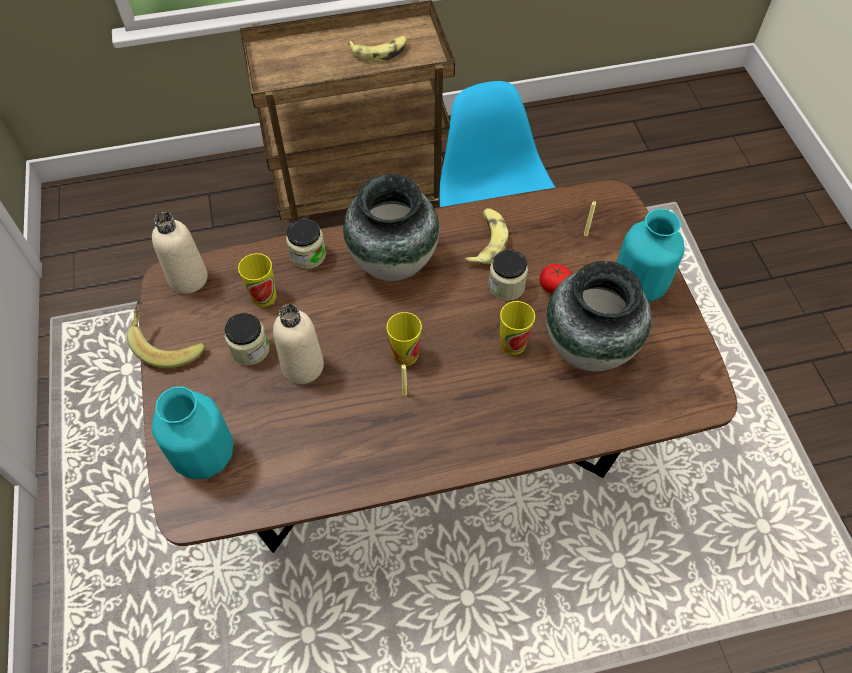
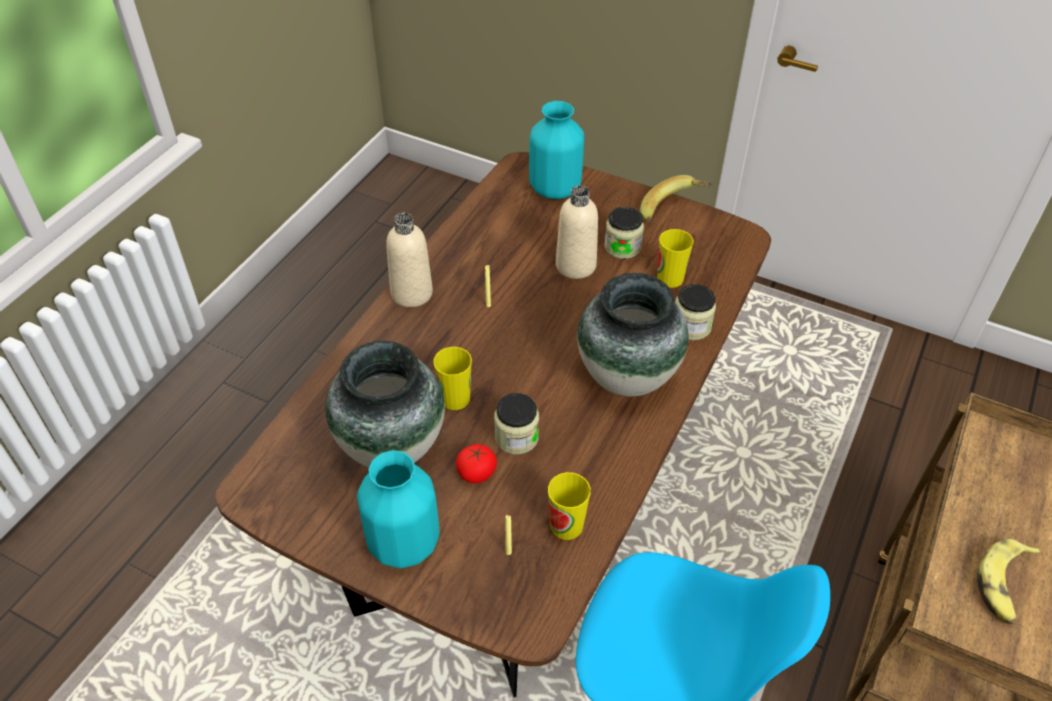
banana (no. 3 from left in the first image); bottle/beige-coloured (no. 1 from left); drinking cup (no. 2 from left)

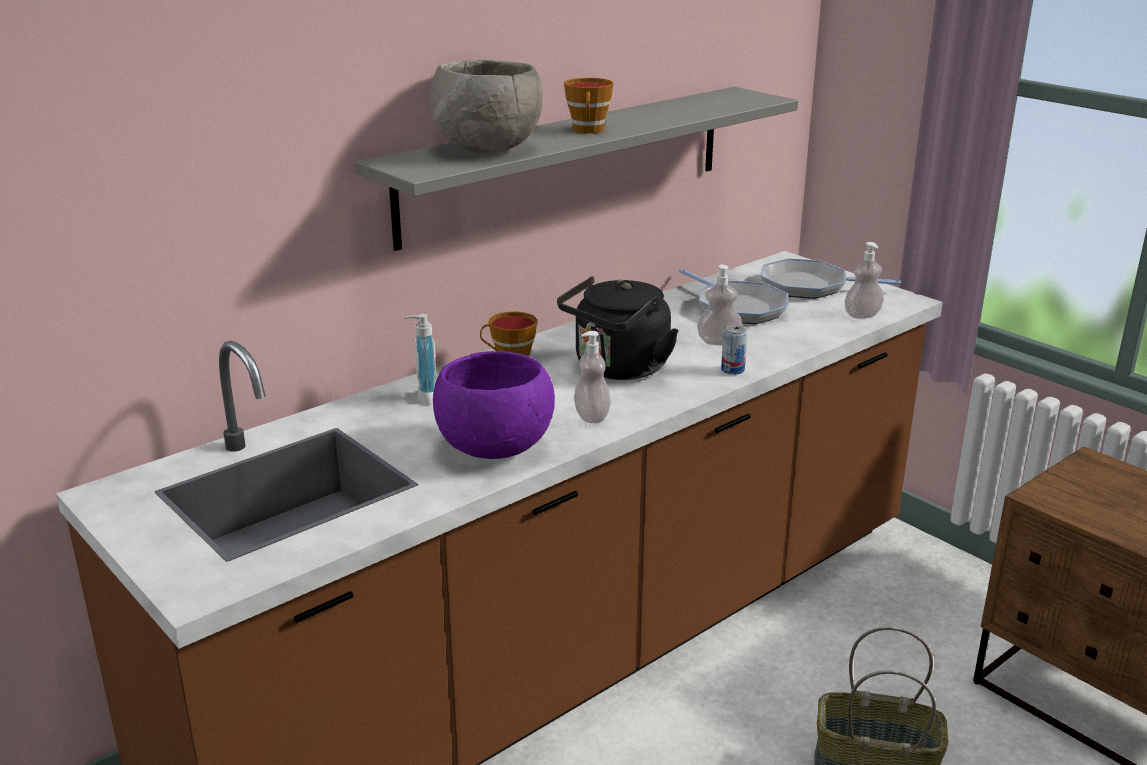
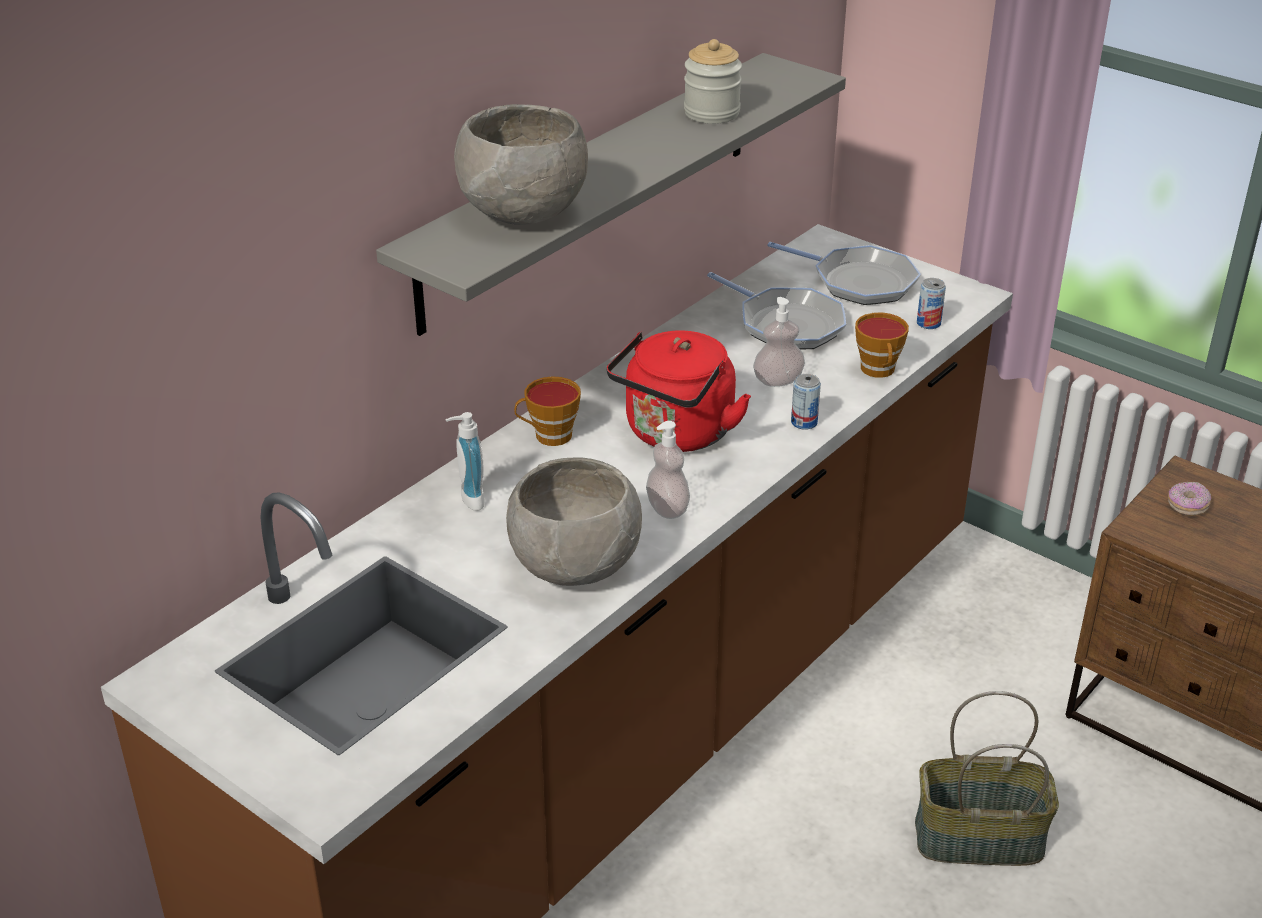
storage jar; ring doughnut; drinking cup (no. 2 from left); metal can (no. 2 from left); serving bowl/greyish (no. 2 from left); kettle/reddish; pan (no. 2 from left)

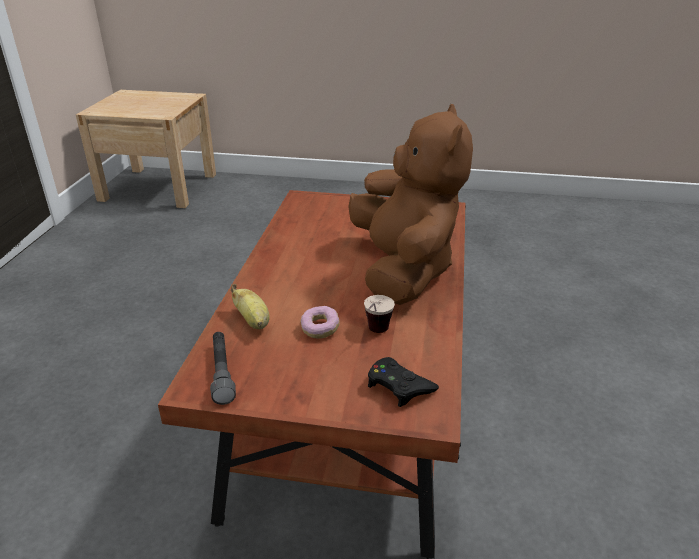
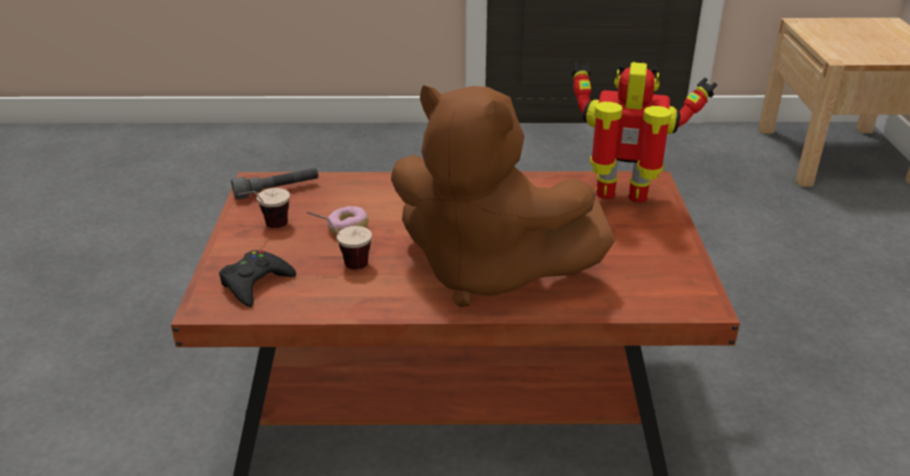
banana; drinking cup (no. 1 from left); toy robot; cuddly toy/brown-coloured

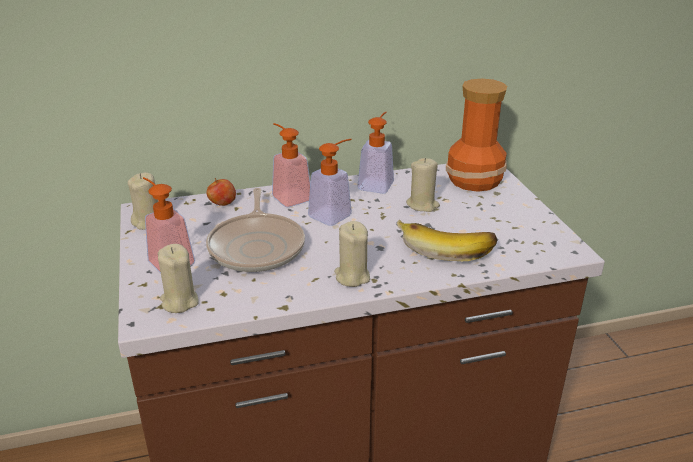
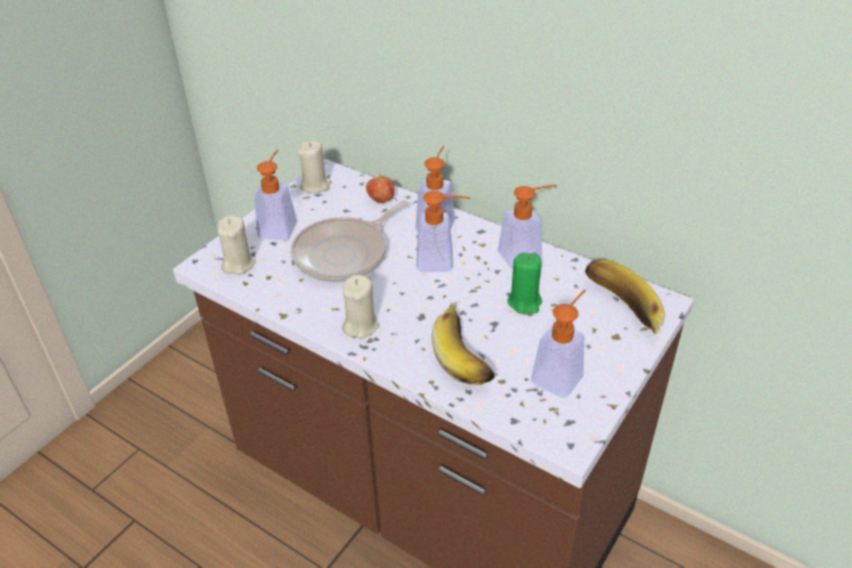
soap bottle (no. 5 from left); banana (no. 2 from left); wax light/greenish

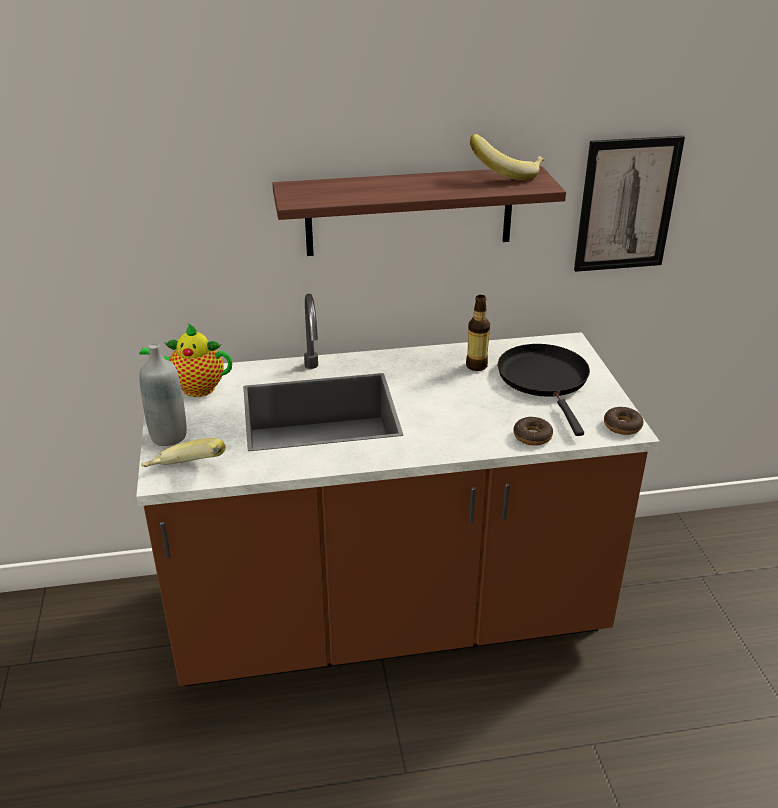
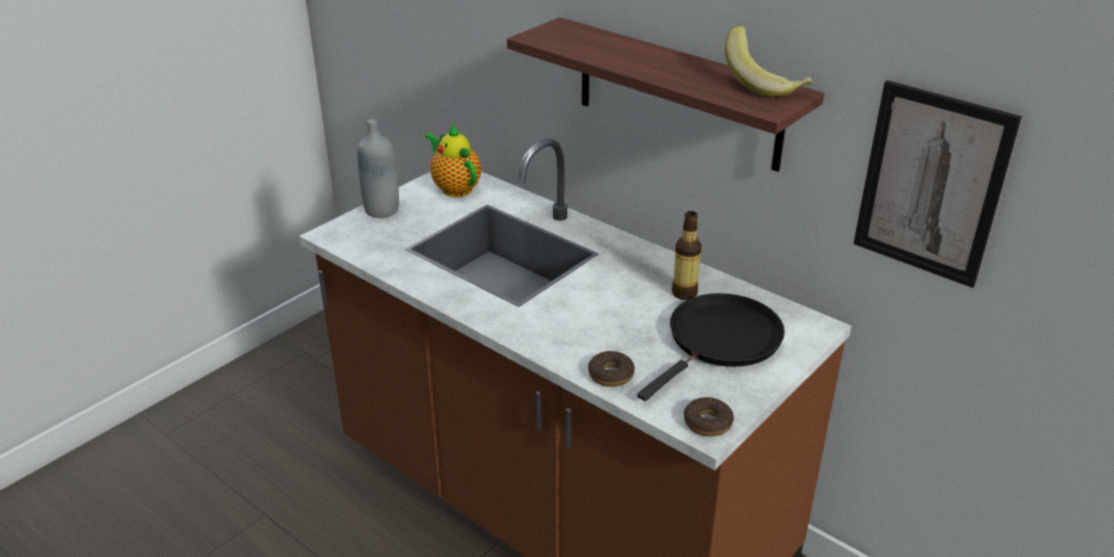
banana (no. 1 from left in the first image)

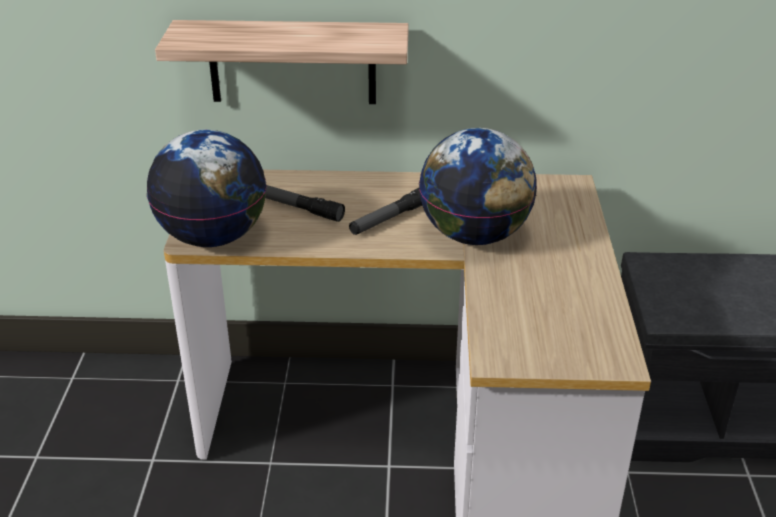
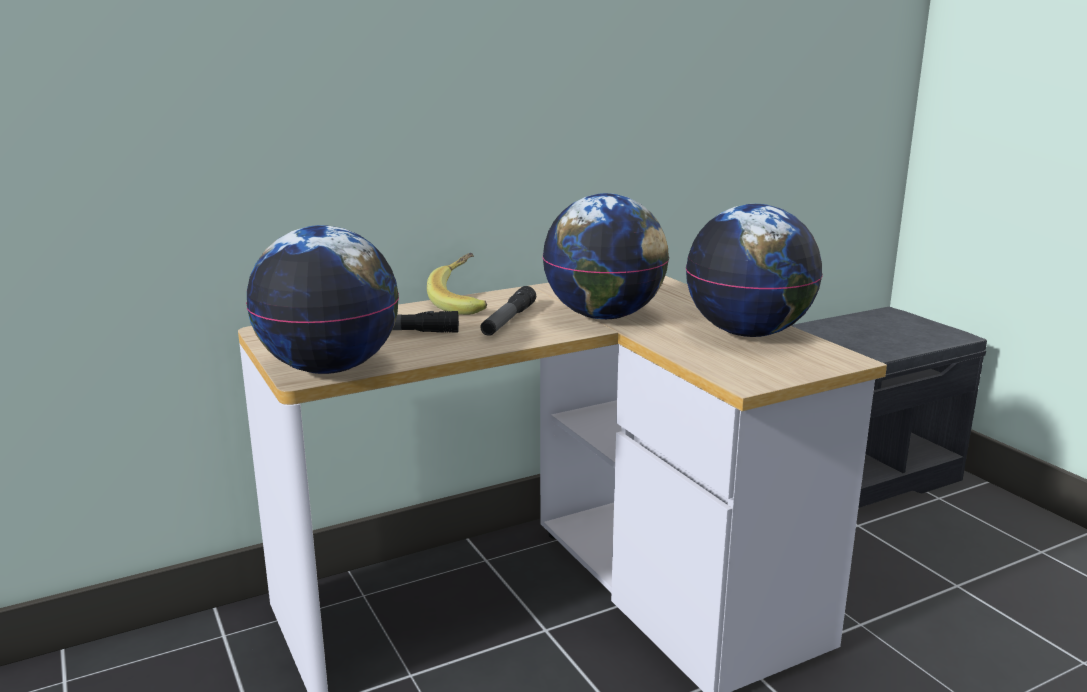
wall shelf; banana; world globe (no. 3 from left)

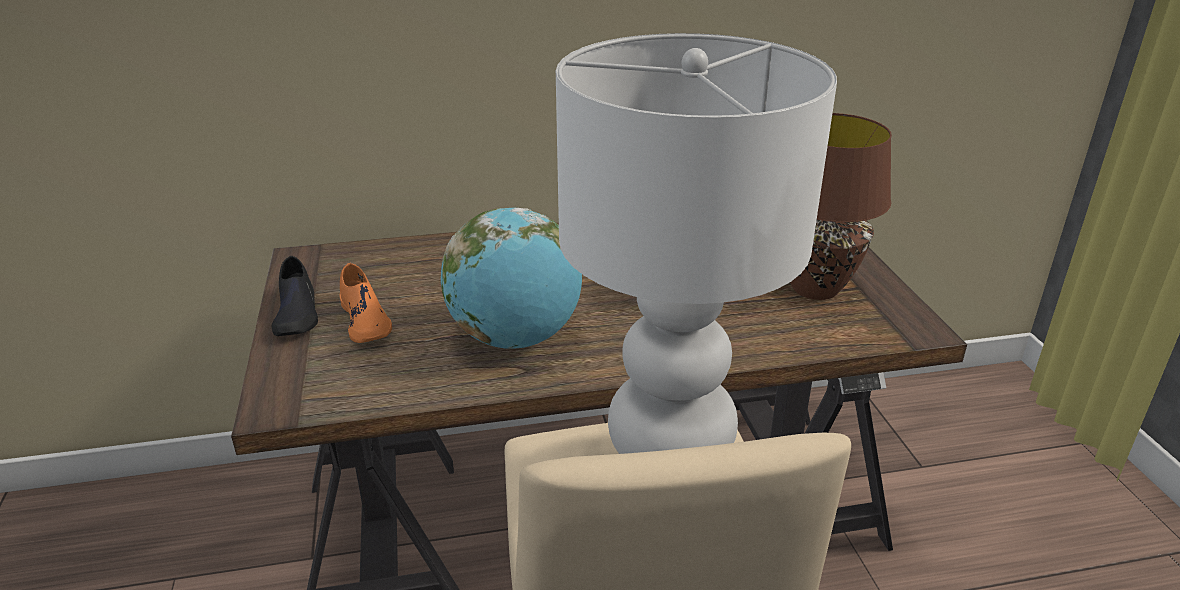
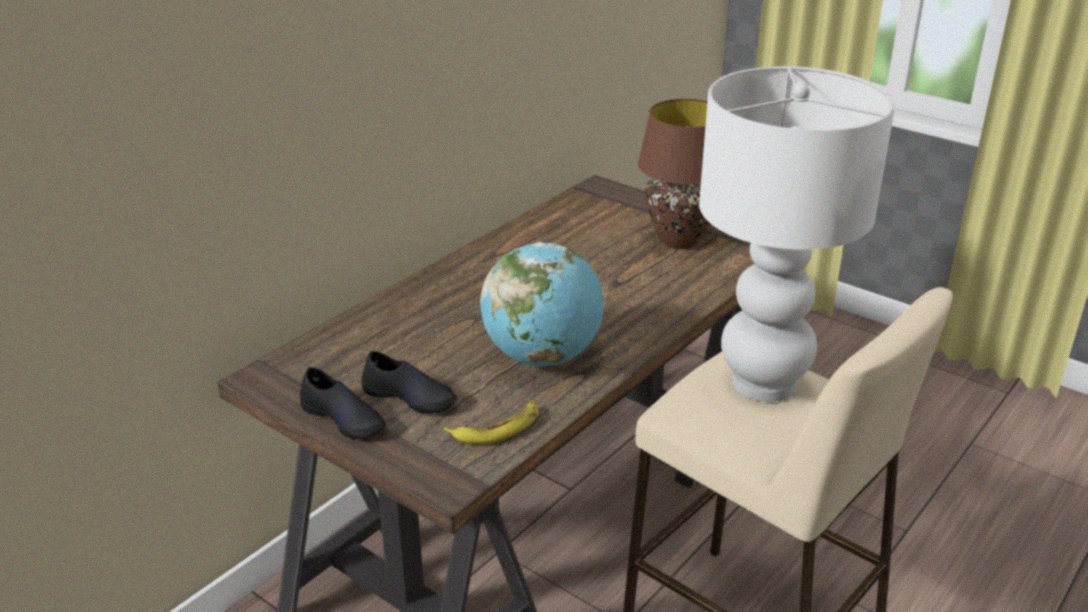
banana; low shoe/black (no. 2 from left)

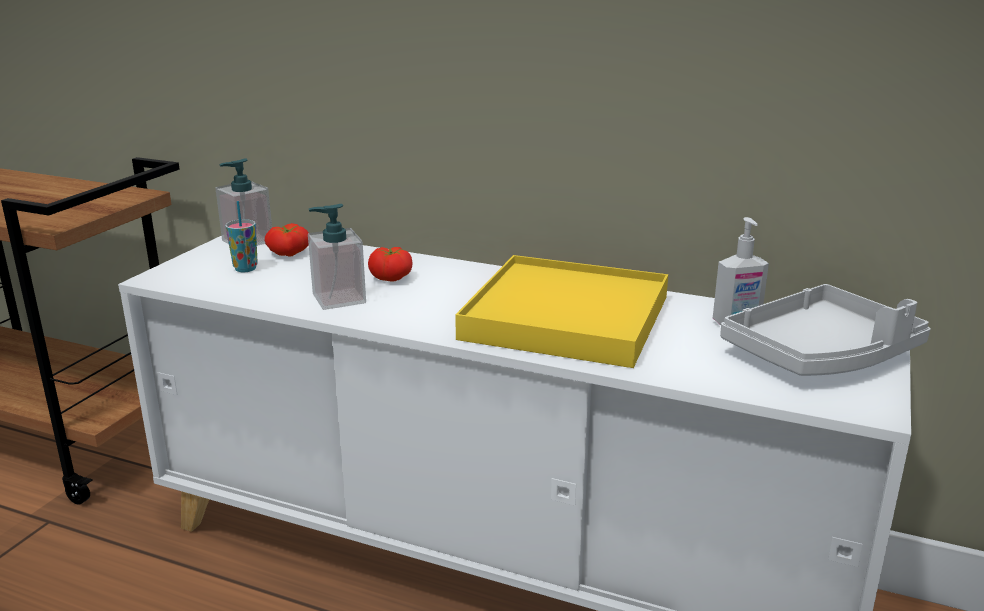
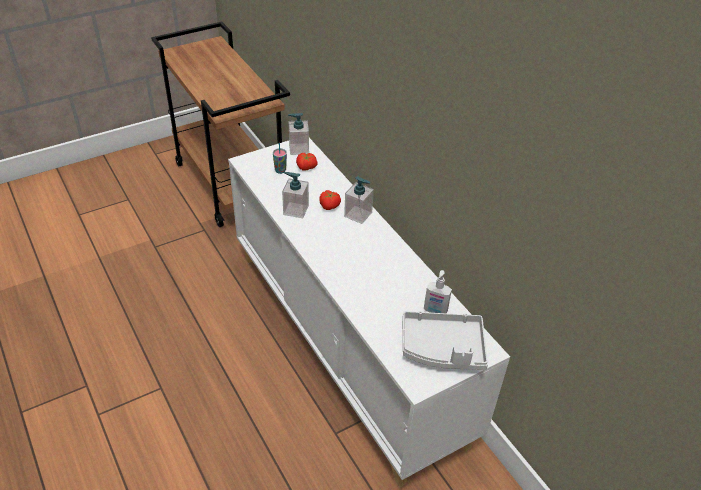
carrying tray/yellow; soap bottle (no. 3 from left)

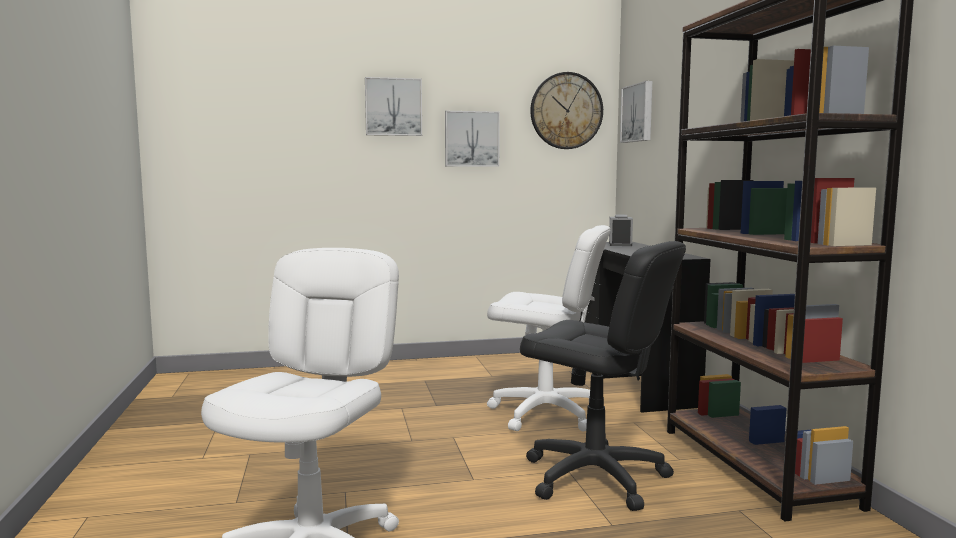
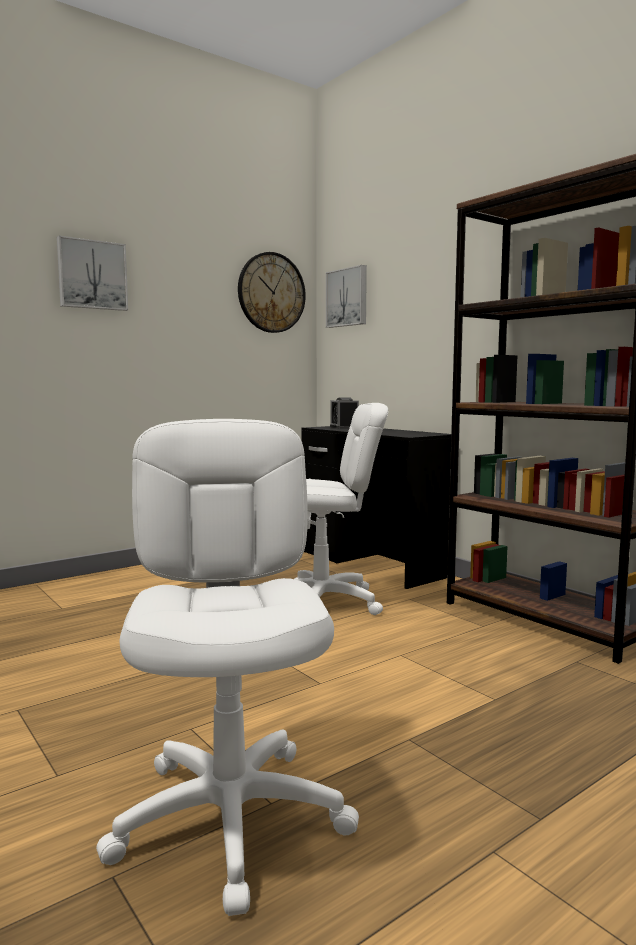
wall art (no. 2 from left in the first image); computer chair/black

